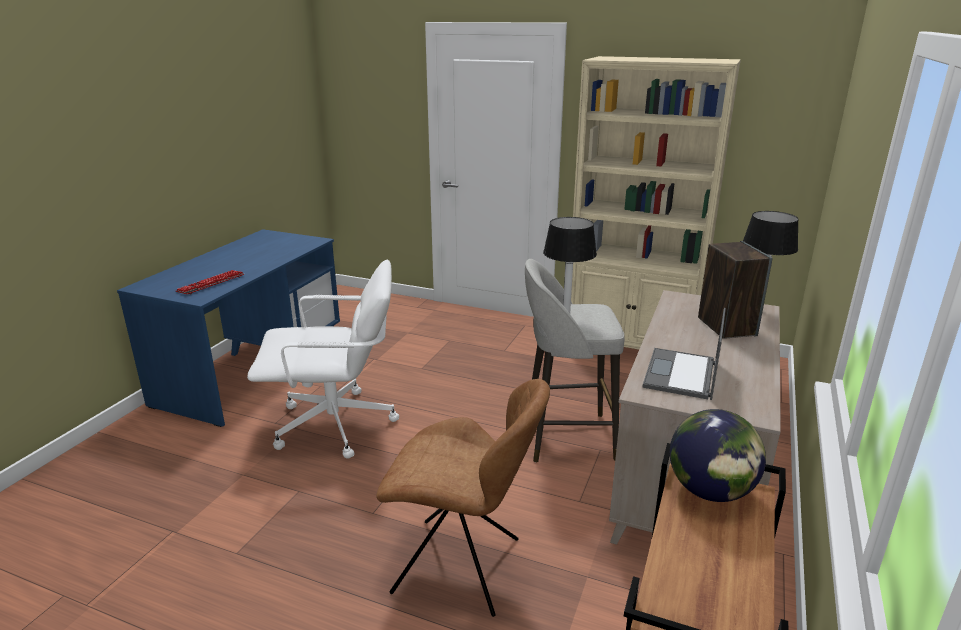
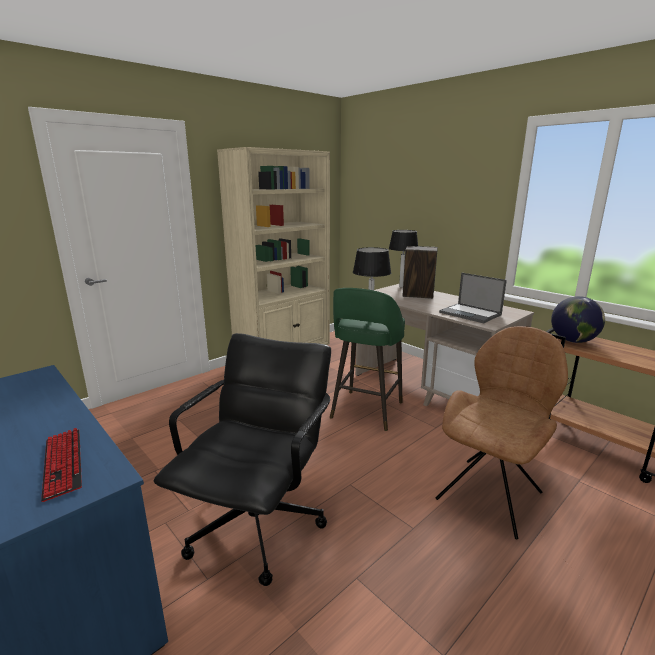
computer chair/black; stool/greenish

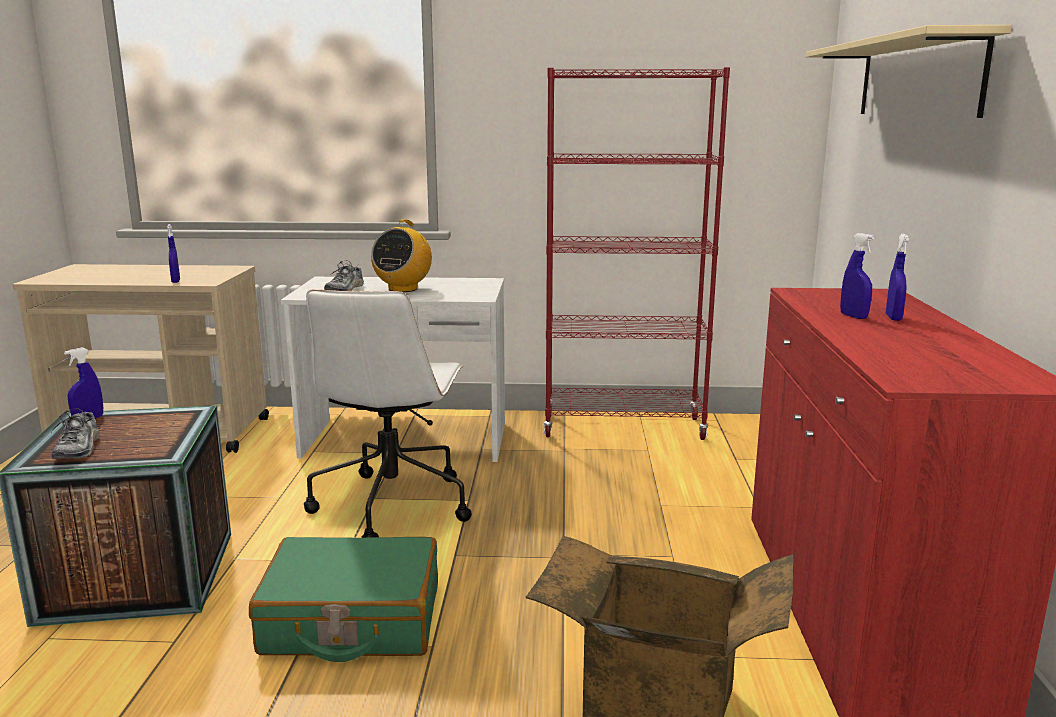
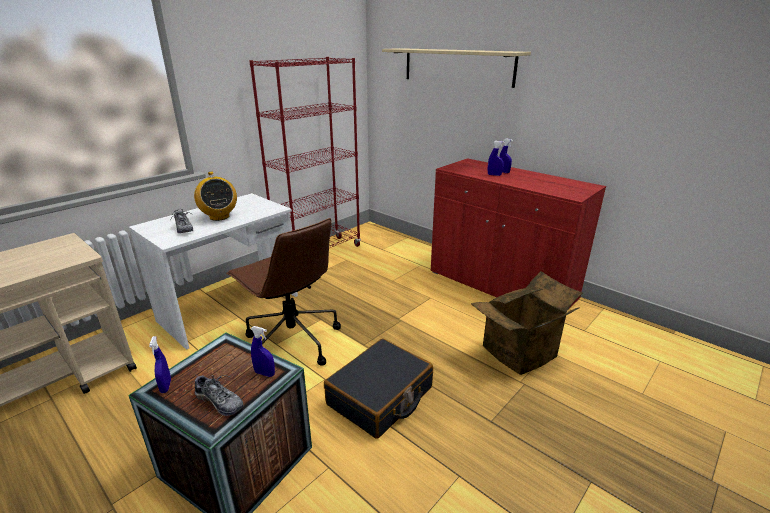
hand sprayer/blue-coloured (no. 2 from left); suitcase/black; computer chair/brown-coloured

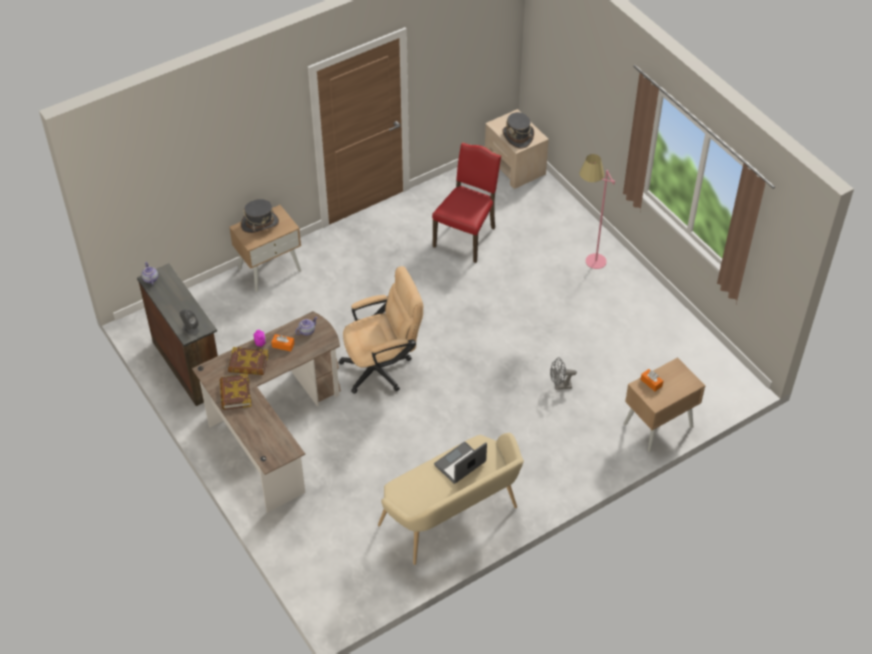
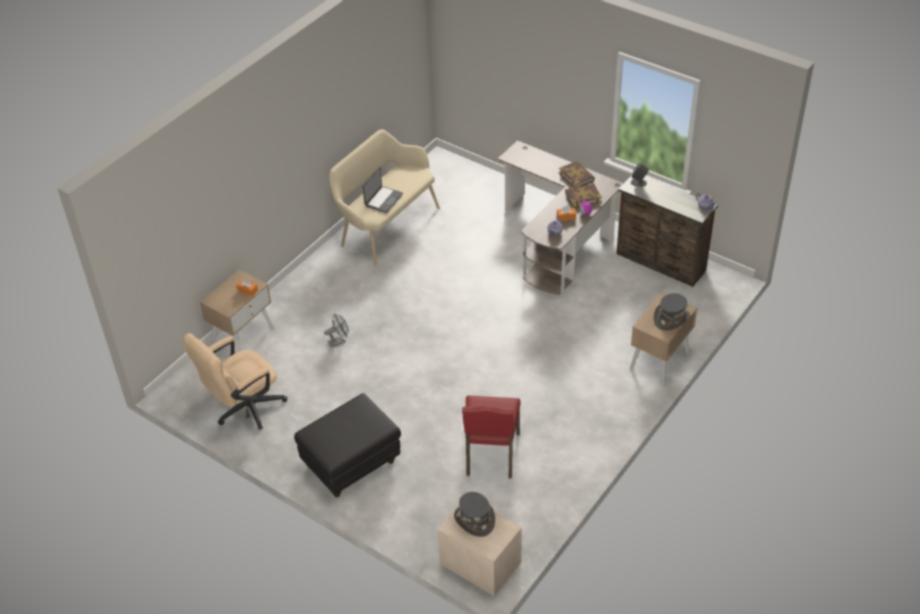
computer chair/beige-coloured; ottoman/black

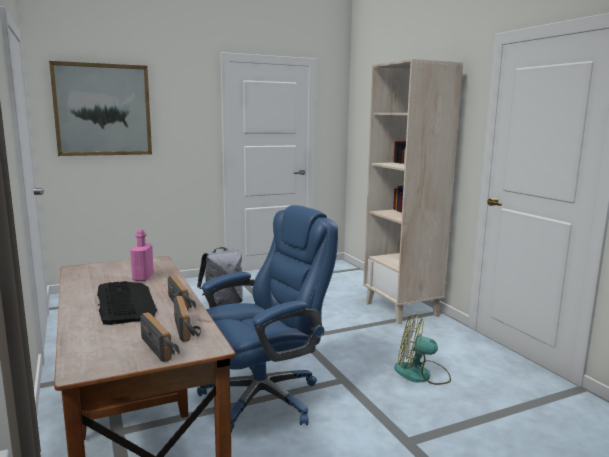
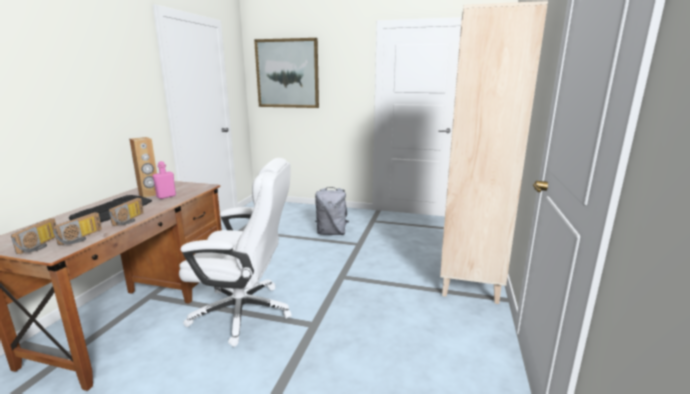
cooling fan; audio speaker/brown-coloured; computer chair/whitish

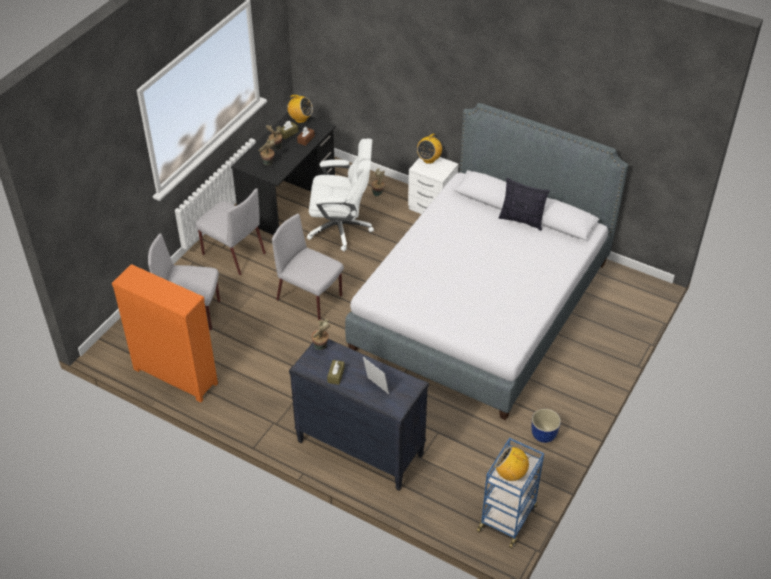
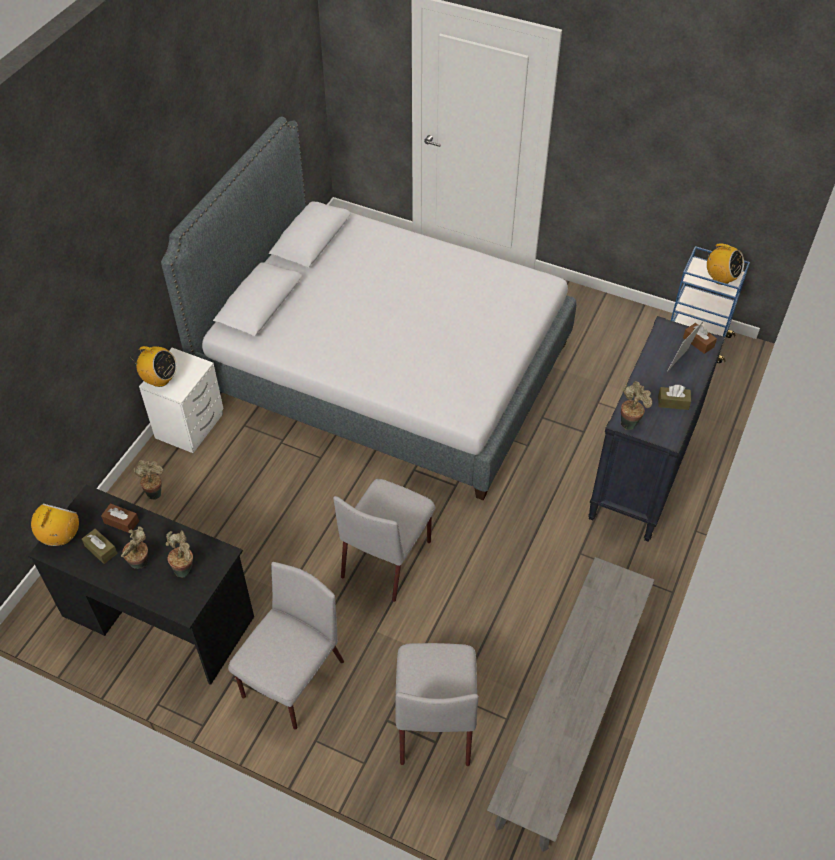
computer chair/whitish; cushion; planter; tissue holder/brown-coloured (no. 4 from left); indoor bench/greyish; radio set (no. 3 from left)

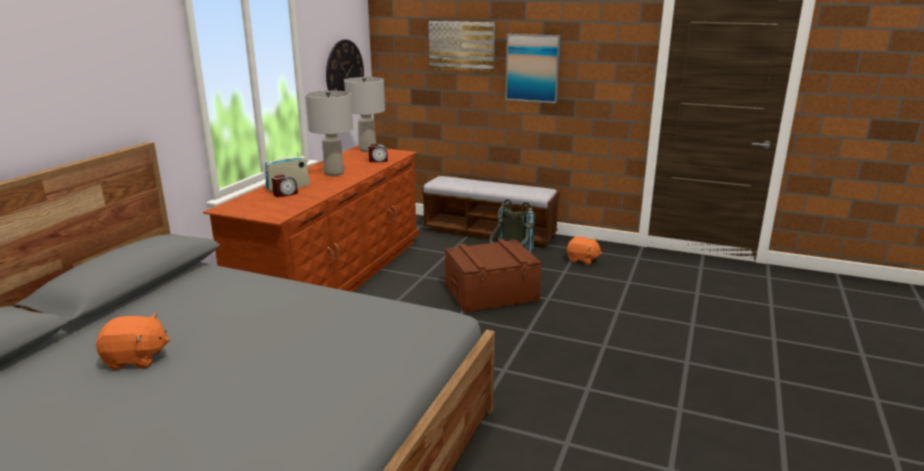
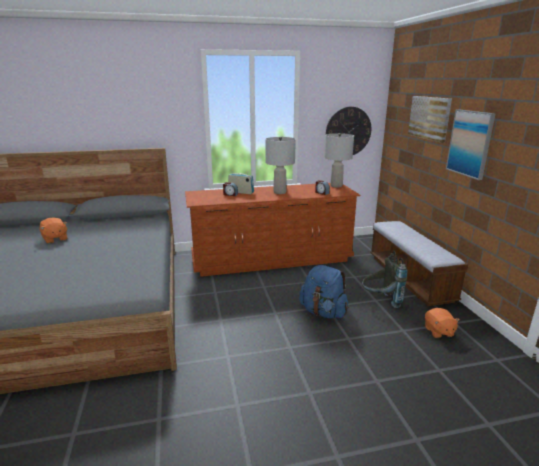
rucksack/blue-coloured

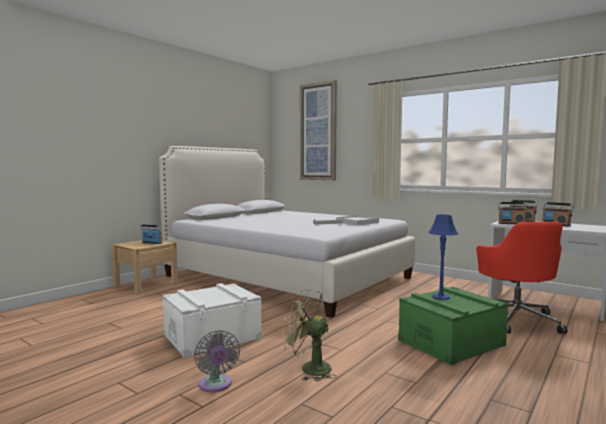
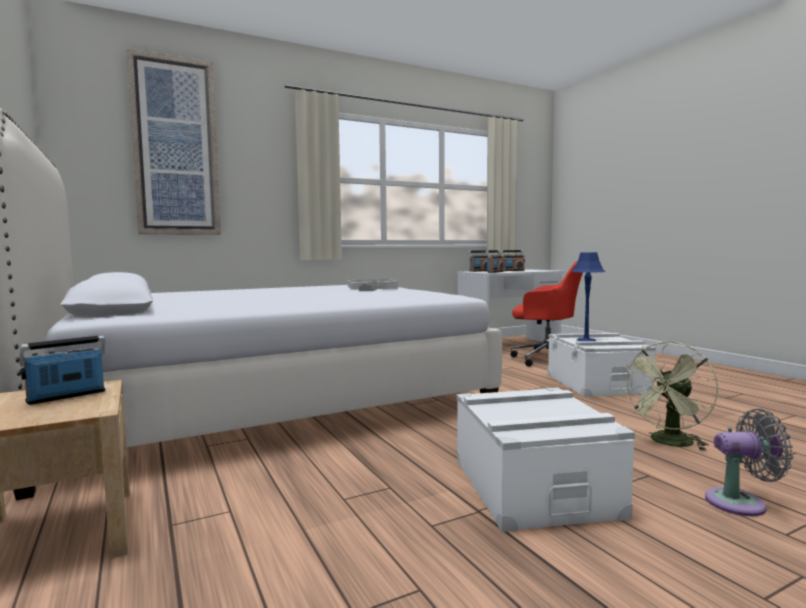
storage container/whitish (no. 2 from left)

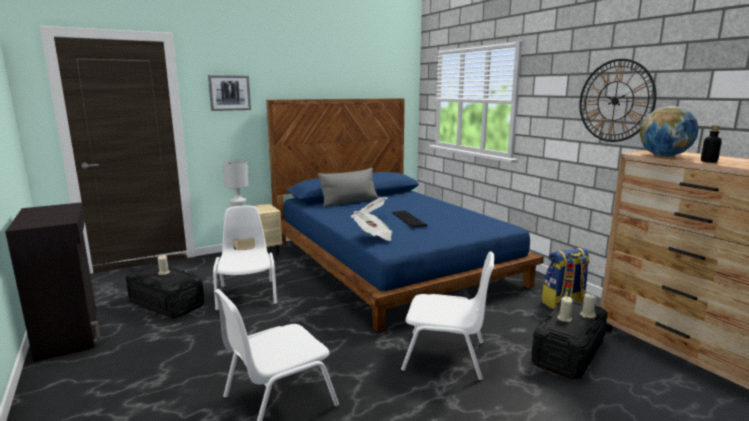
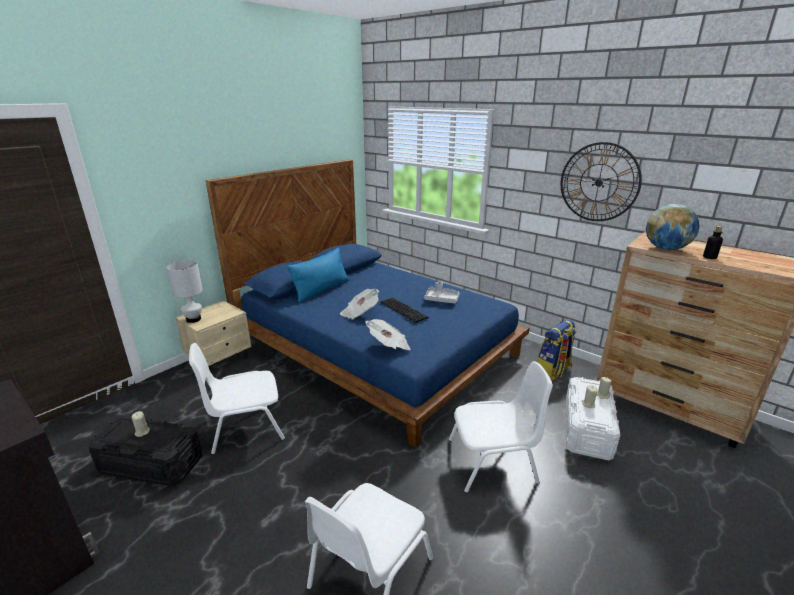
wall art; carrying tray/greyish; cushion/blue-coloured; storage container/whitish; plain chair/whitish (no. 1 from left)

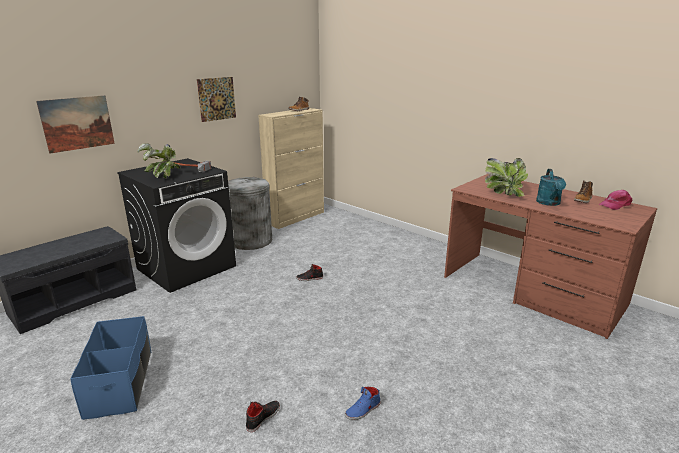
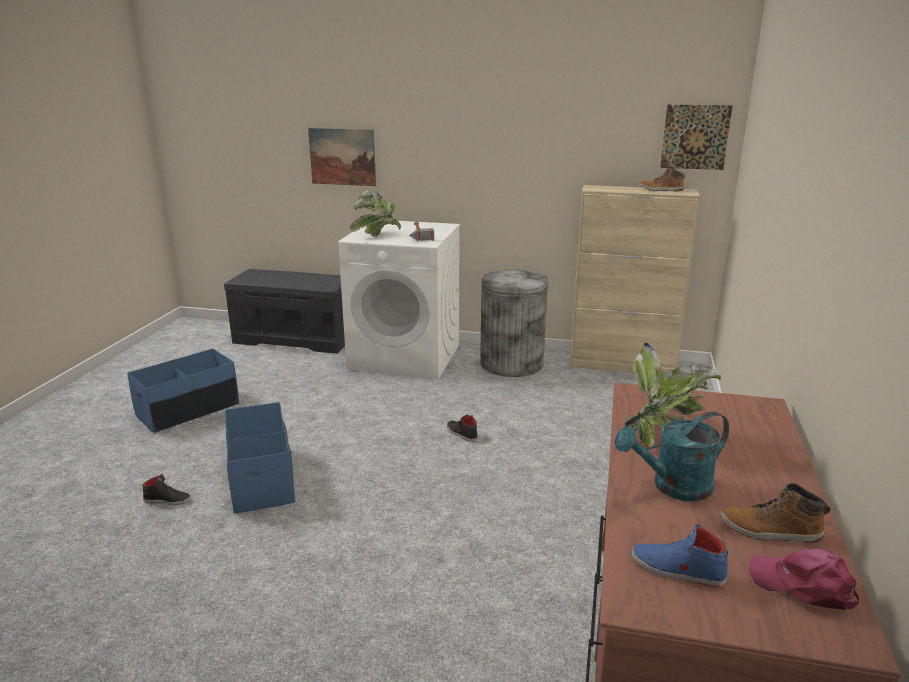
storage container/blue-coloured (no. 2 from left); wall art (no. 2 from left); low shoe/blue-coloured; laundry appliance/whitish

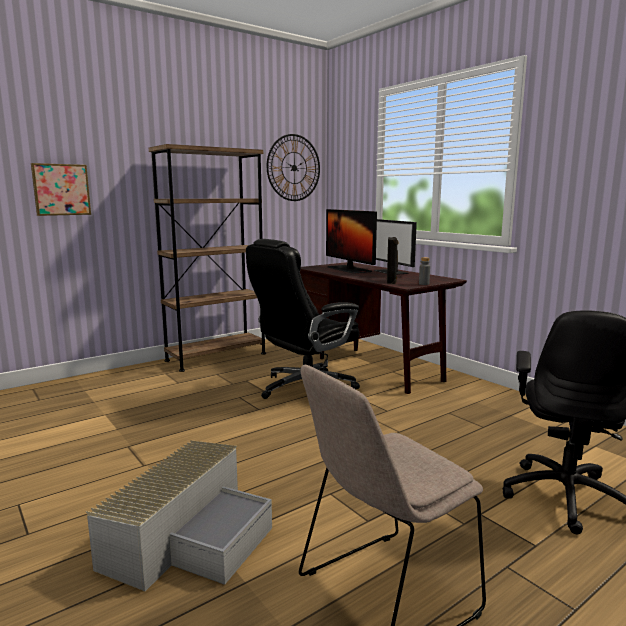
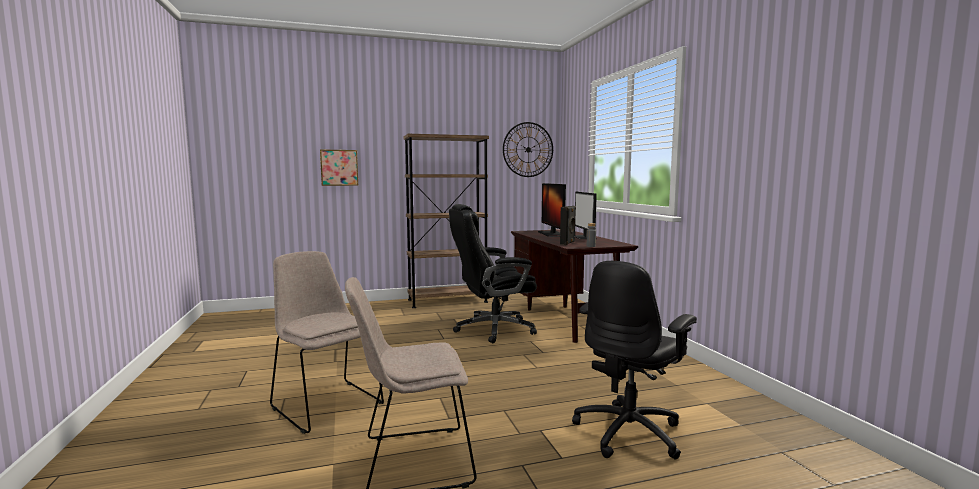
plain chair/beige-coloured (no. 1 from left)

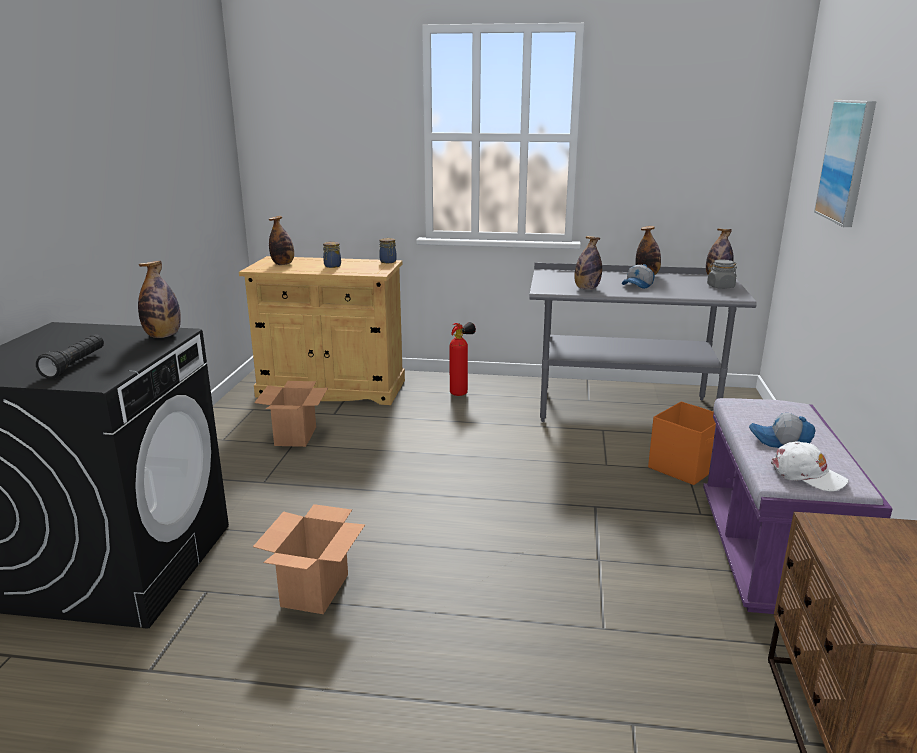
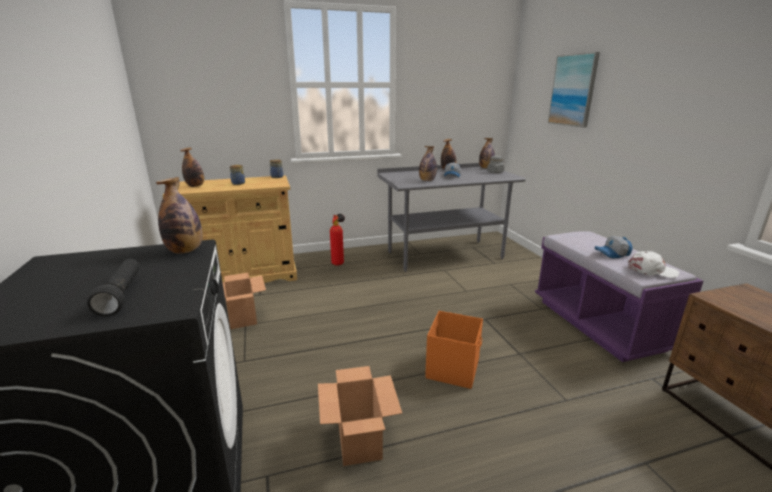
storage container/orangey

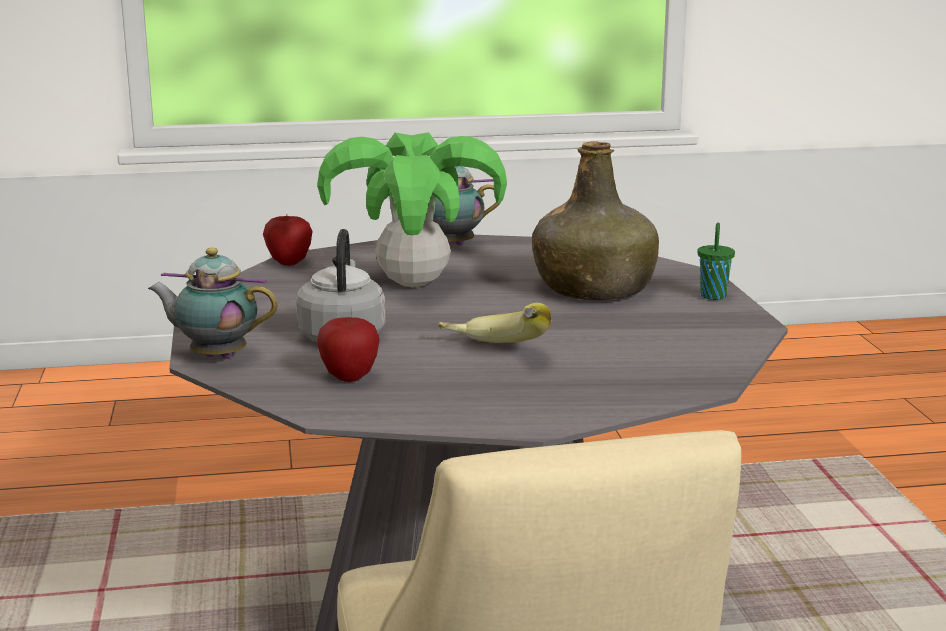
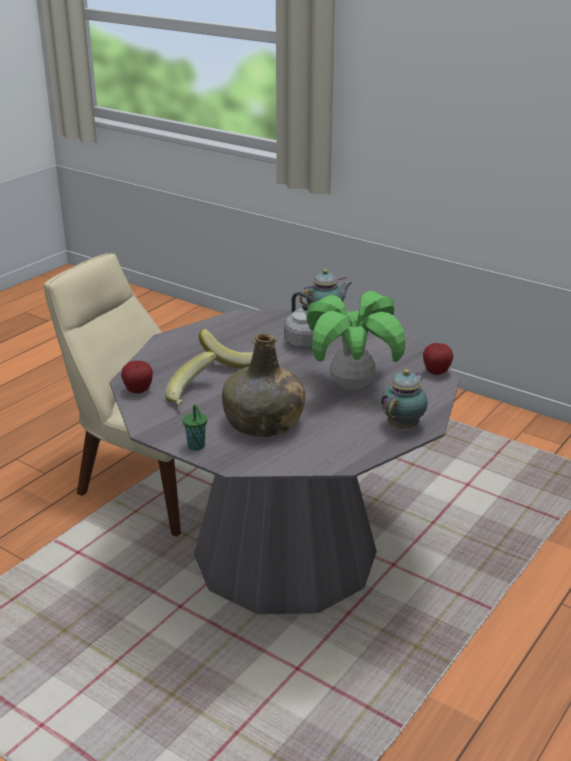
banana (no. 1 from left); apple fruit (no. 1 from left)

